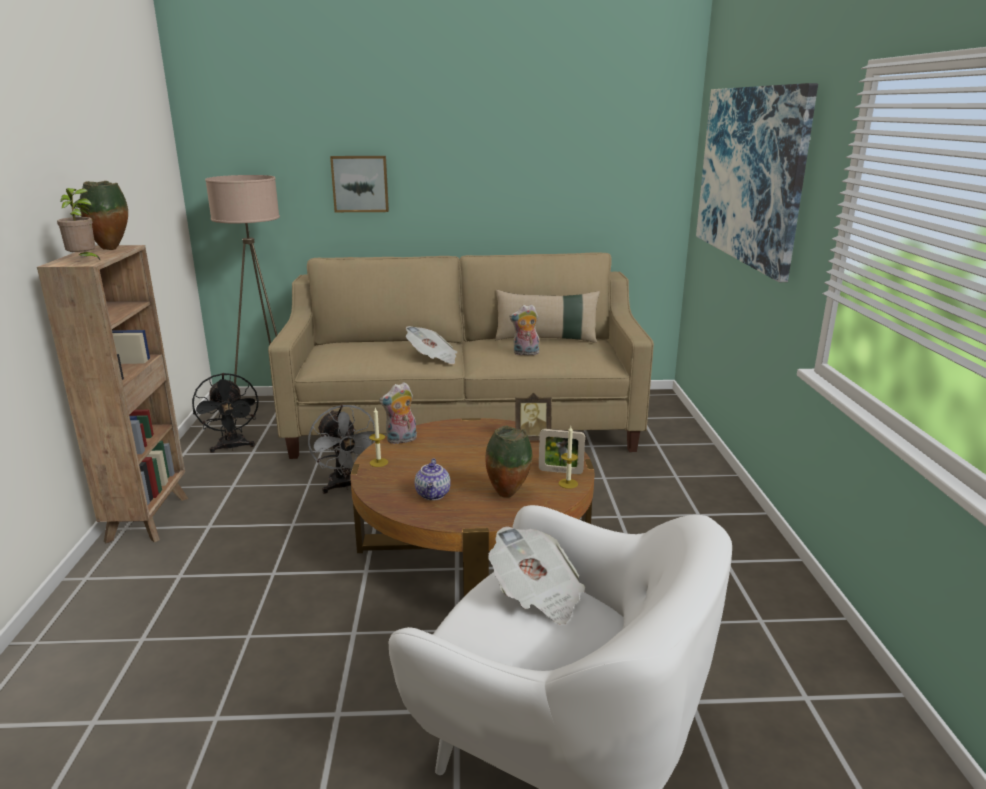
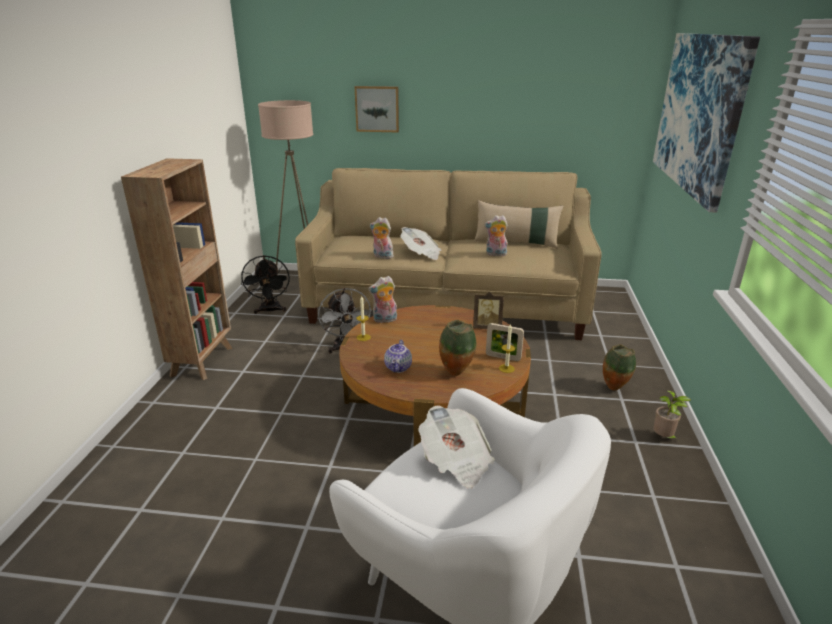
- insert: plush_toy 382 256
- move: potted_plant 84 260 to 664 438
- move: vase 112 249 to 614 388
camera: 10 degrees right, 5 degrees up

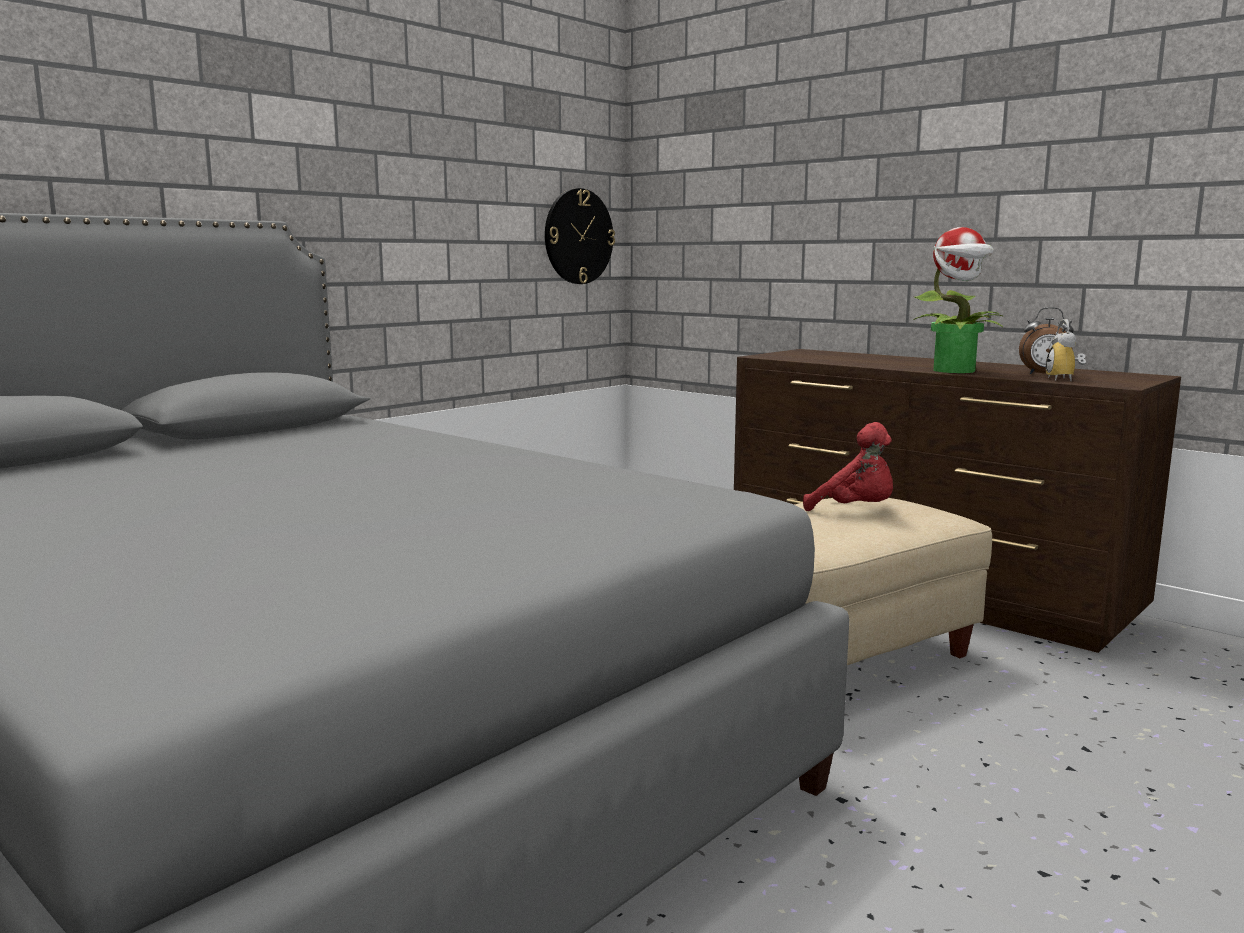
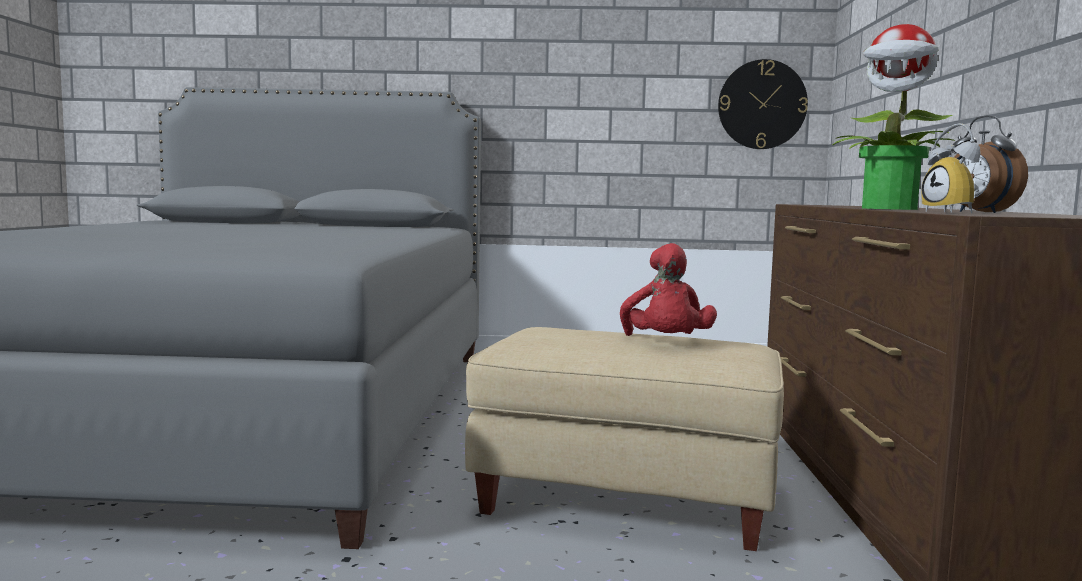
- rotate: alarm_clock 1065 379 = 954 212 75 degrees counterclockwise
camera: 50 degrees right, 5 degrees down

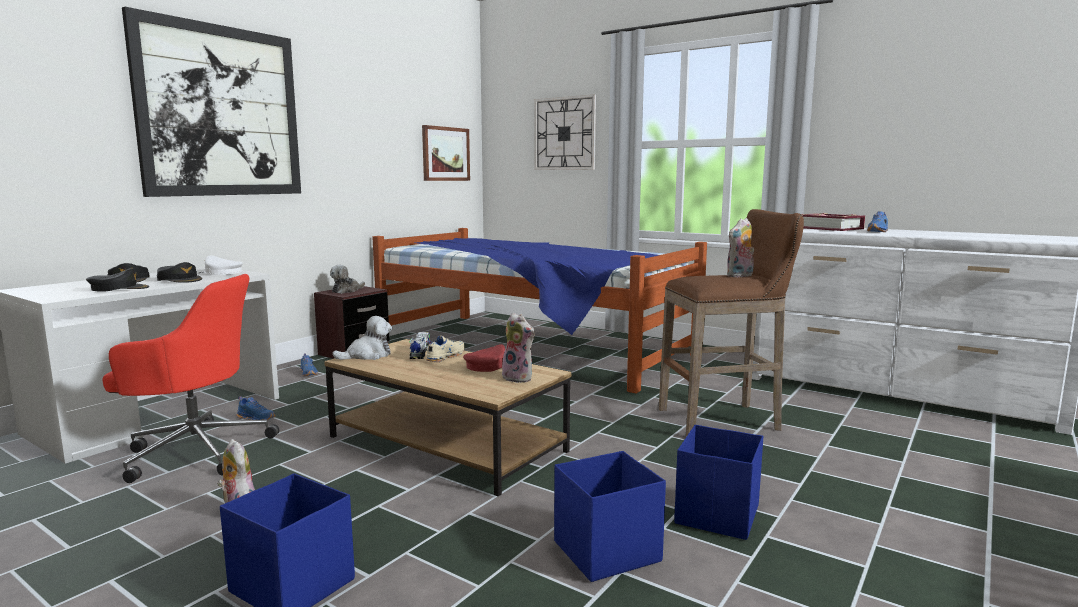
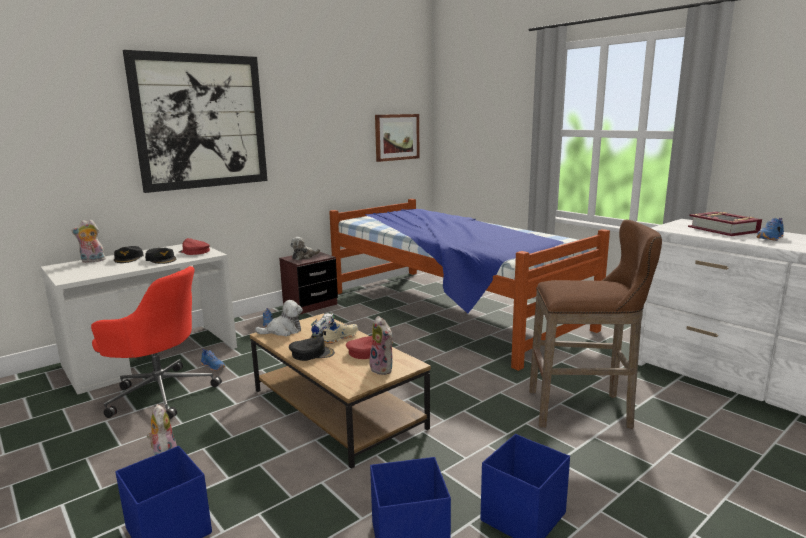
- delete: wall_clock 565 133
- move: black_cap 119 288 to 312 354
- move: plush_toy 740 276 to 92 261
- recolor: white_cap 220 273 to red_cap 194 252
camera: 15 degrees right, 5 degrees up

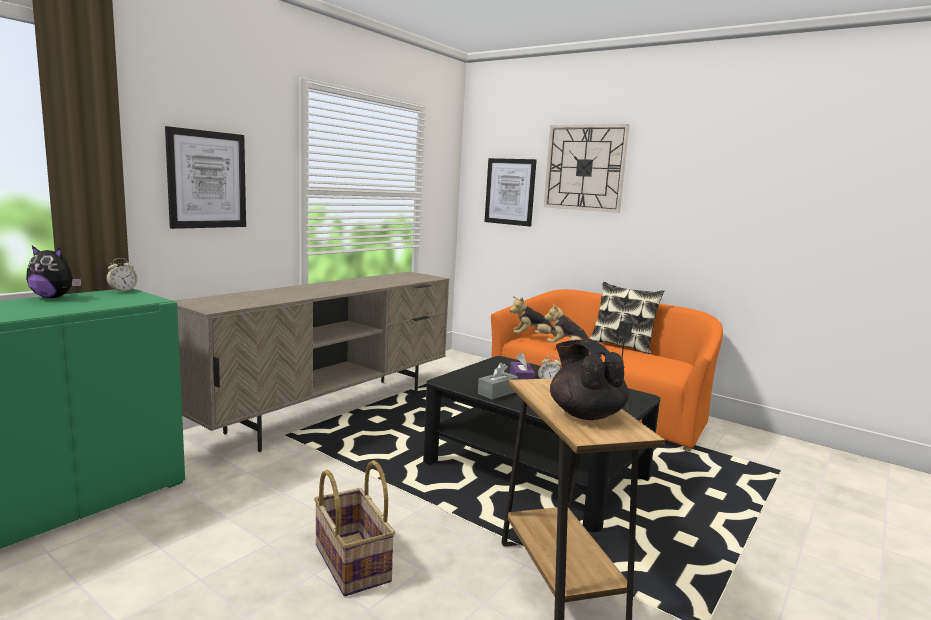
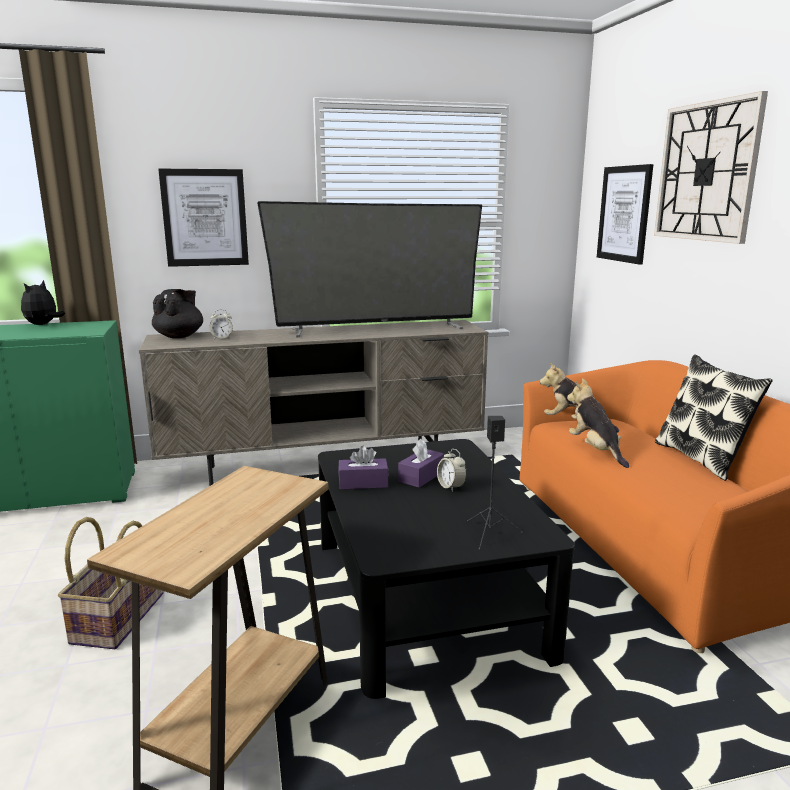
- insert: television 376 329
- move: alarm_clock 122 291 to 222 338
- move: black_teapot 585 414 to 179 336
- recolor: grey_tissue_box 497 393 to purple_tissue_box 363 483
- rotate: plush_toy 54 297 = 43 324 60 degrees clockwise
camera: 40 degrees right, 5 degrees up

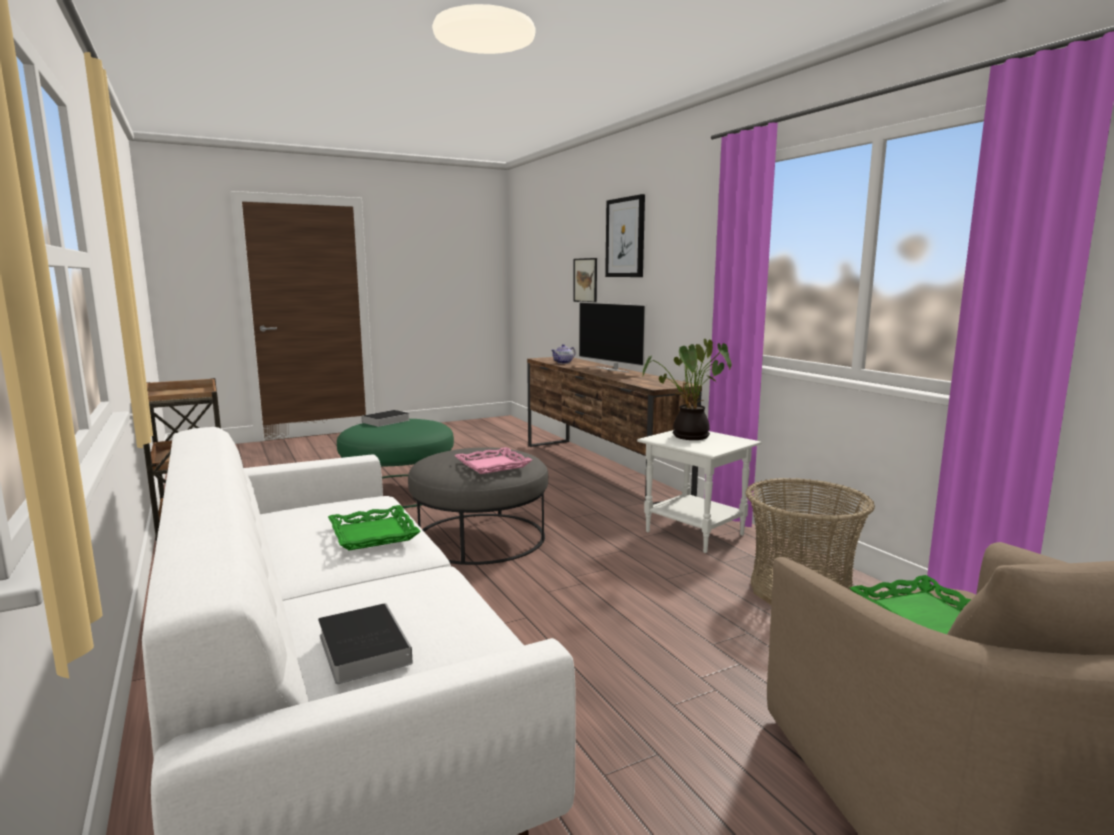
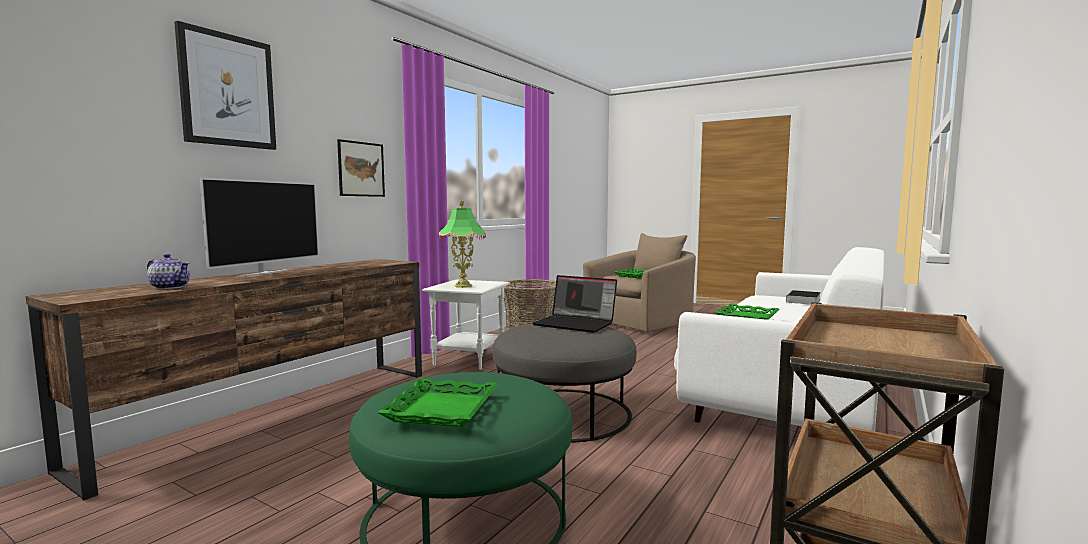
- move: picture 585 280 to 361 169
- replace: book 385 421 to green_tray 441 409
- replace: pink_tray 493 465 to laptop 576 324
- replace: potted_plant 687 437 to table_lamp 463 286
camera: 120 degrees left, 5 degrees down

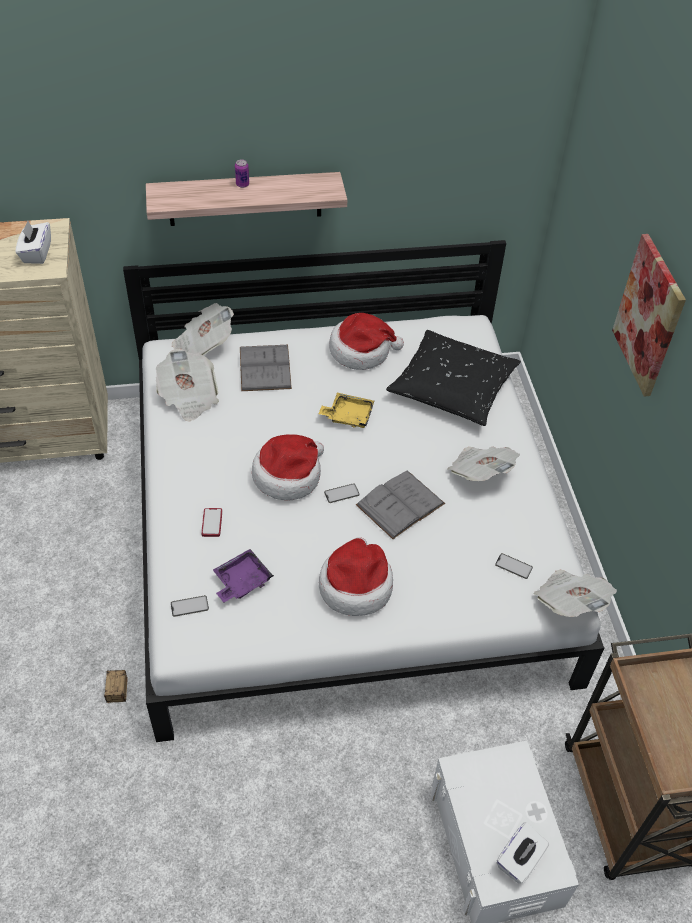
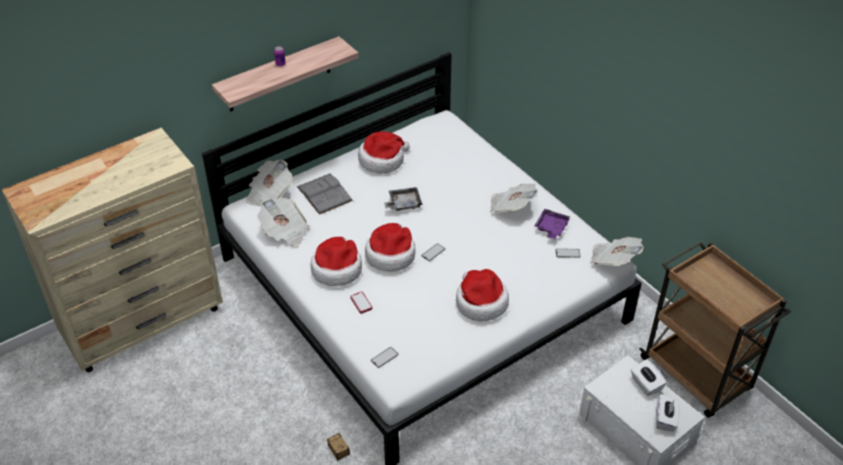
- delete: grey_book 400 504
- delete: black_pillow 452 387
- delete: picture 649 316
- insert: hat 337 269
- move: white_tissue_box 36 253 to 645 384
- move: purple_tray 241 581 to 551 228
- recolor: yellow_tray 348 416 to grey_tray 403 203
camera: 25 degrees left, 5 degrees down

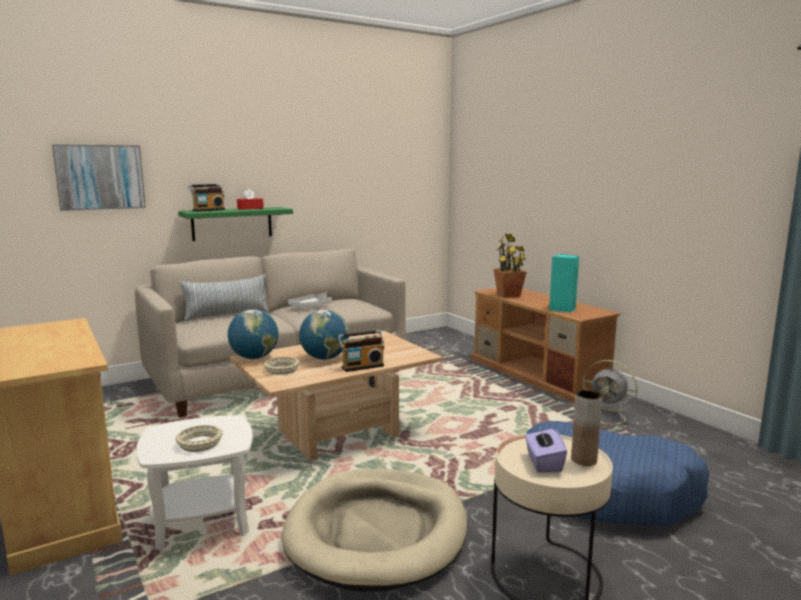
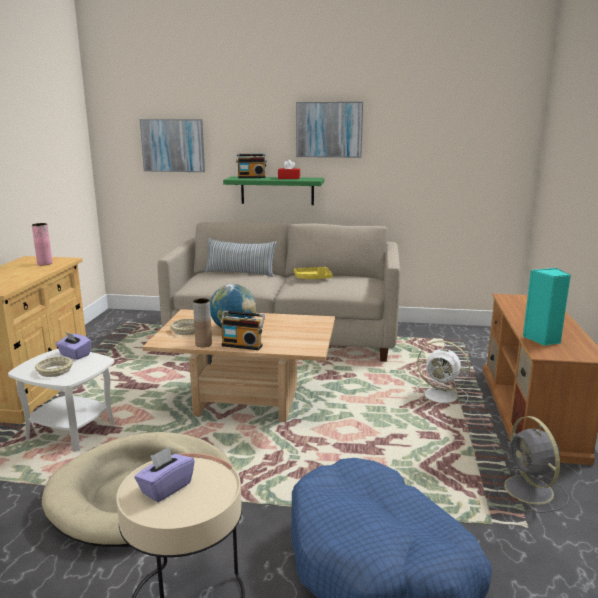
- delete: globe 254 358
- delete: potted_plant 509 295
- insert: pink_vase 45 263
- insert: purple_tissue_box 74 355
- insert: picture 329 129
- insert: white_fan 442 396
- move: brown_vase 584 460 to 203 344
- recolor: grey_tray 310 306 to yellow_tray 313 278
camera: 40 degrees right, 5 degrees up

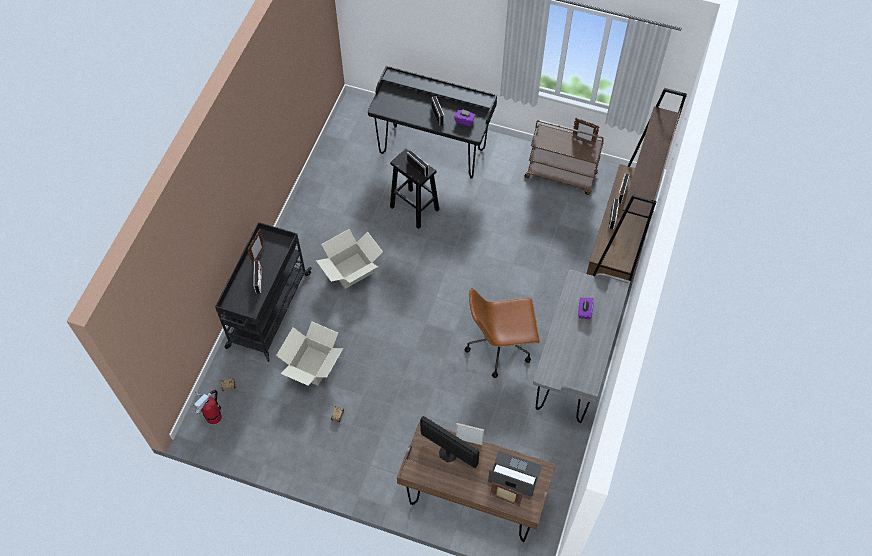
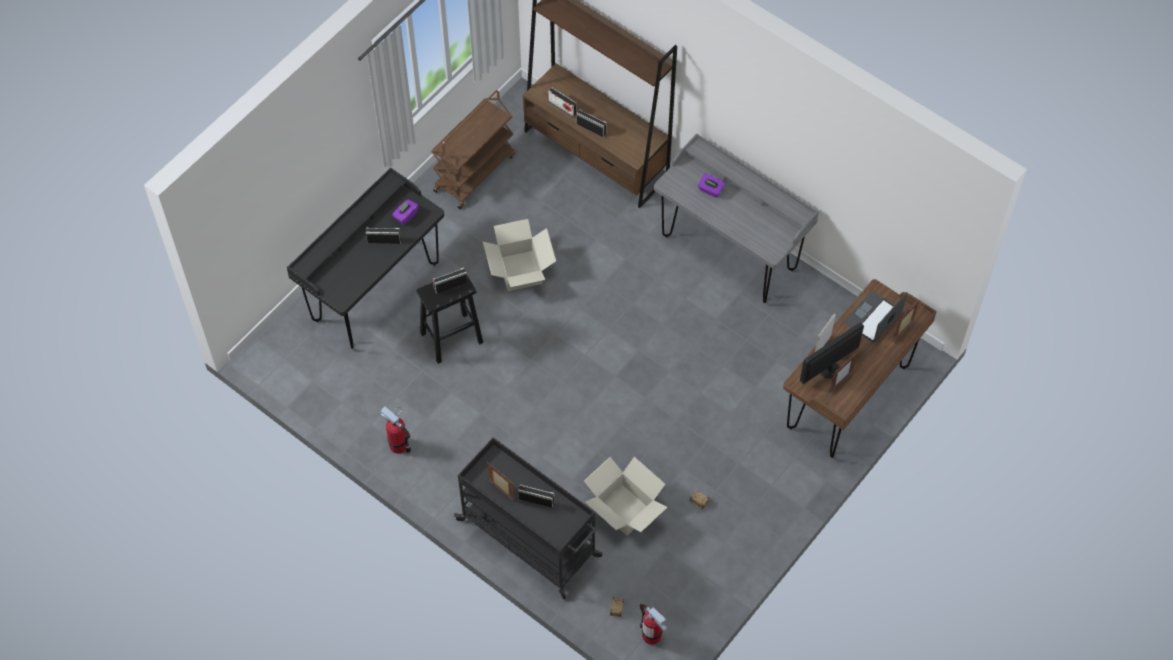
- delete: brown_office_chair 500 346
- insert: fire_extinguisher 399 445
- move: cardboard_box 351 271 to 520 270
- move: picture_frame 583 141 to 840 383
camera: 70 degrees left, 0 degrees up

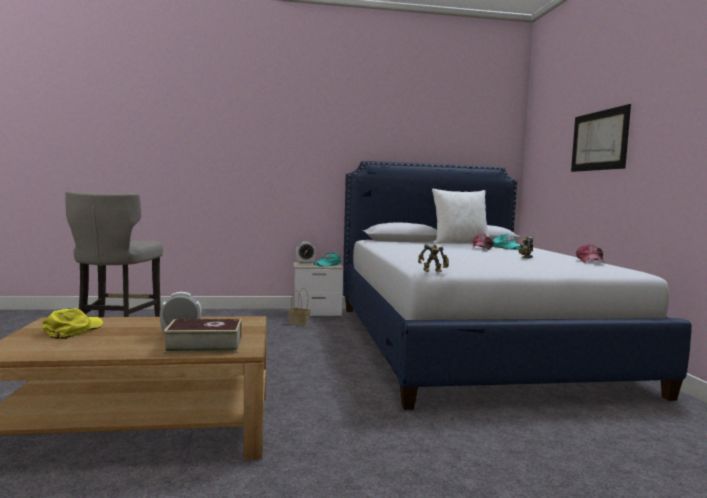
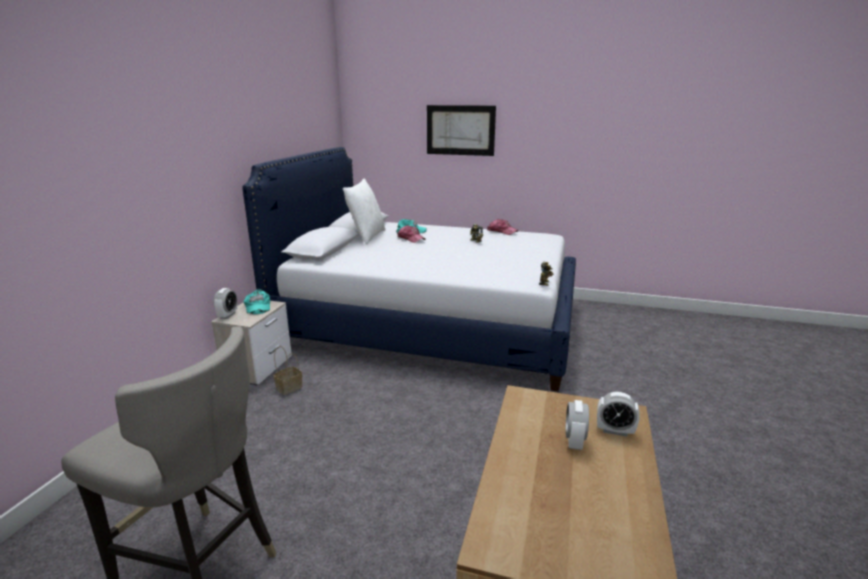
- delete: yellow_cap 73 330
- replace: book 204 345 to alarm_clock 615 431
camera: 65 degrees left, 15 degrees up

